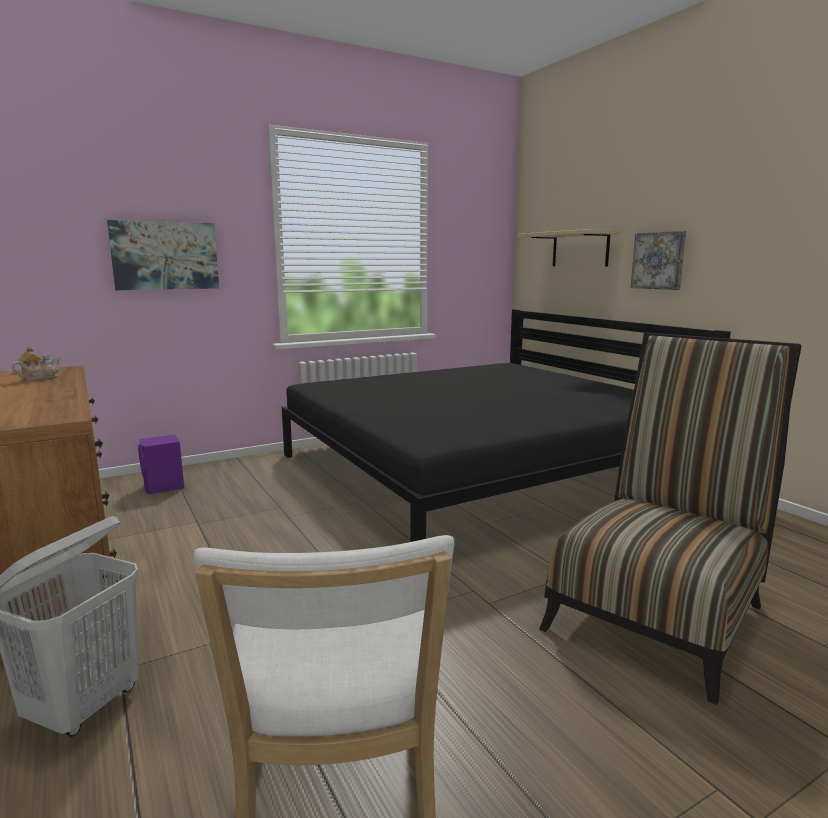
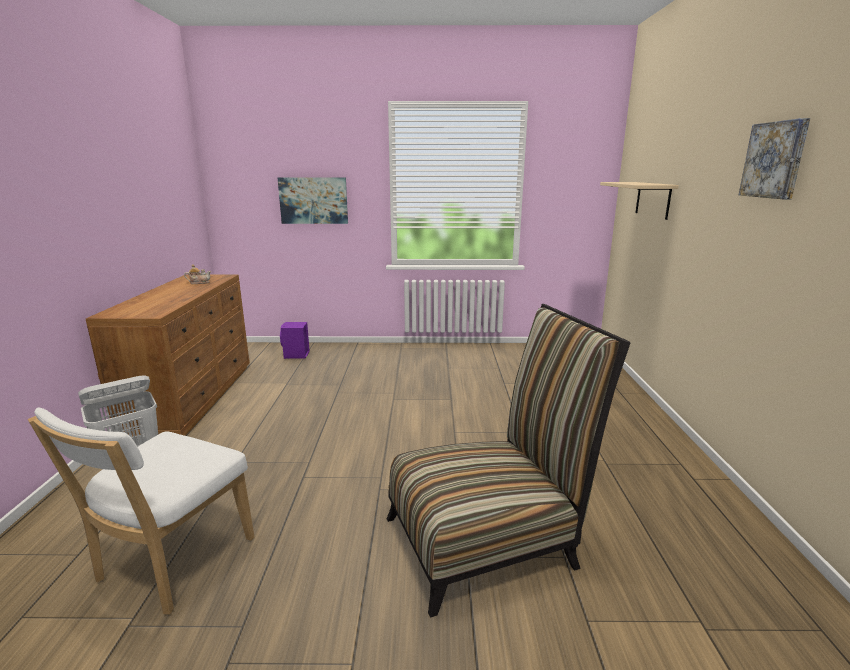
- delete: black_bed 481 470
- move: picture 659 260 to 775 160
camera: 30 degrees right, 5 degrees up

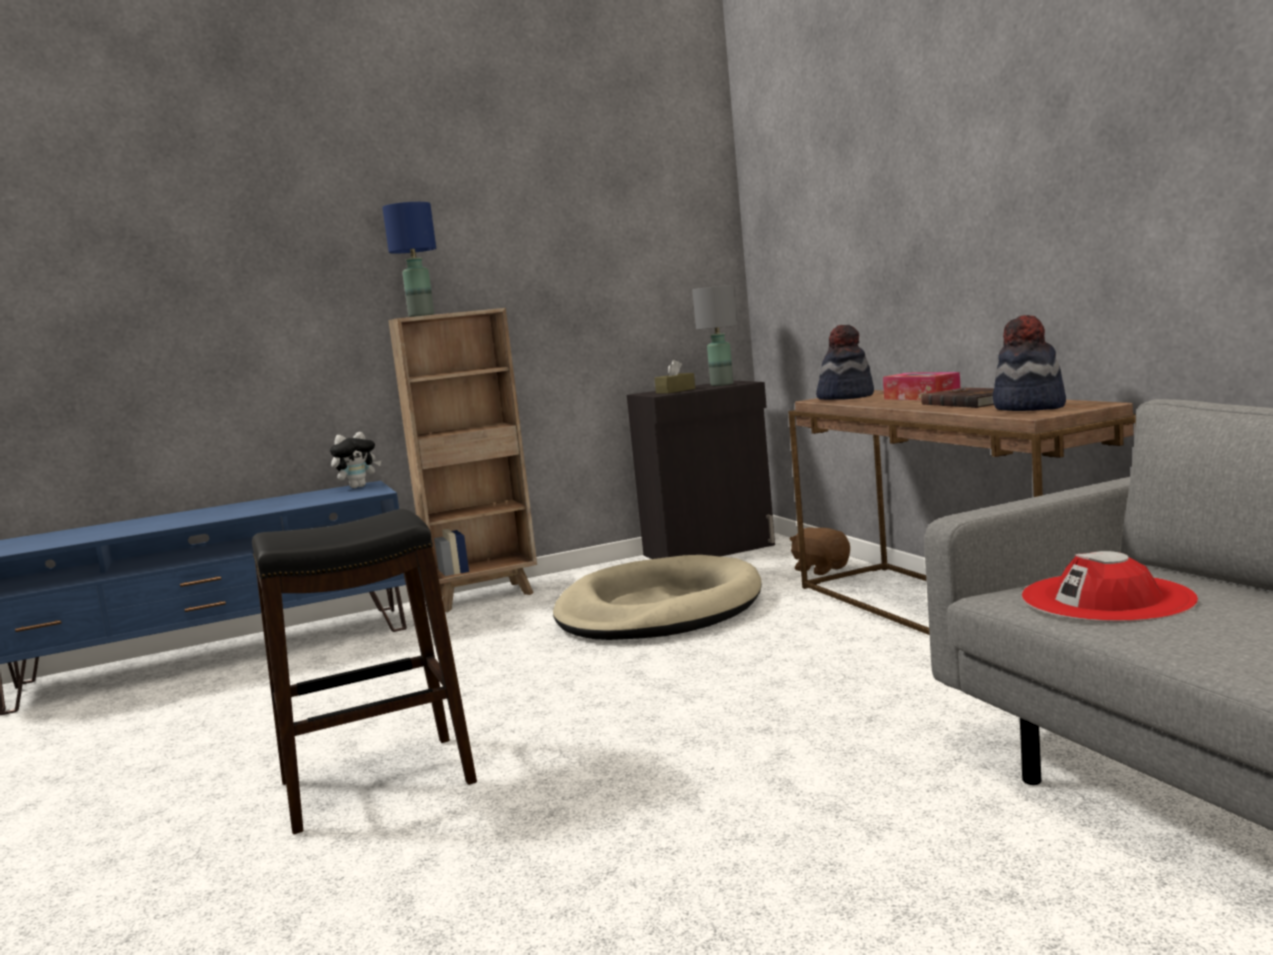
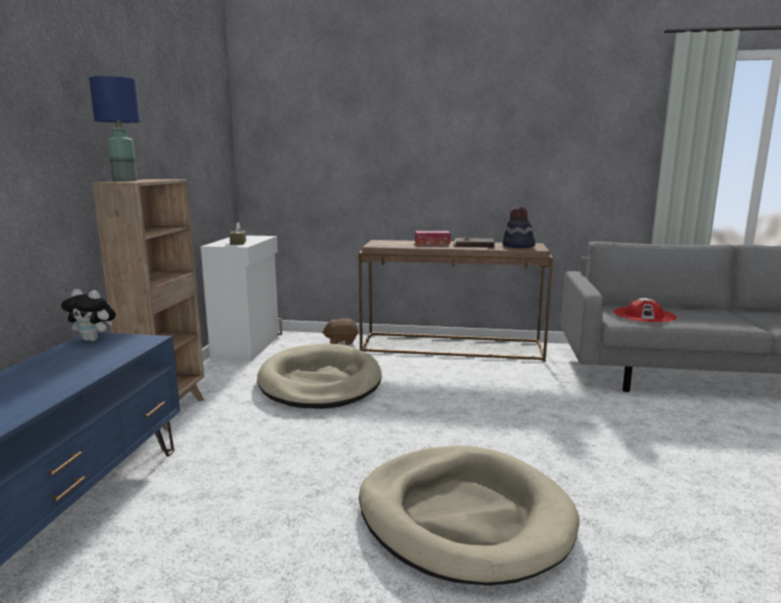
- delete: grey_table_lamp 722 384
- delete: hat 845 397
- replace: black_stool 378 782 to beige_dog_bed 463 517
- recolor: black_cabinet 710 550 to white_cabinet 248 346
- rotate: plush_toy 358 487 = 93 339 105 degrees clockwise
camera: 60 degrees left, 5 degrees up

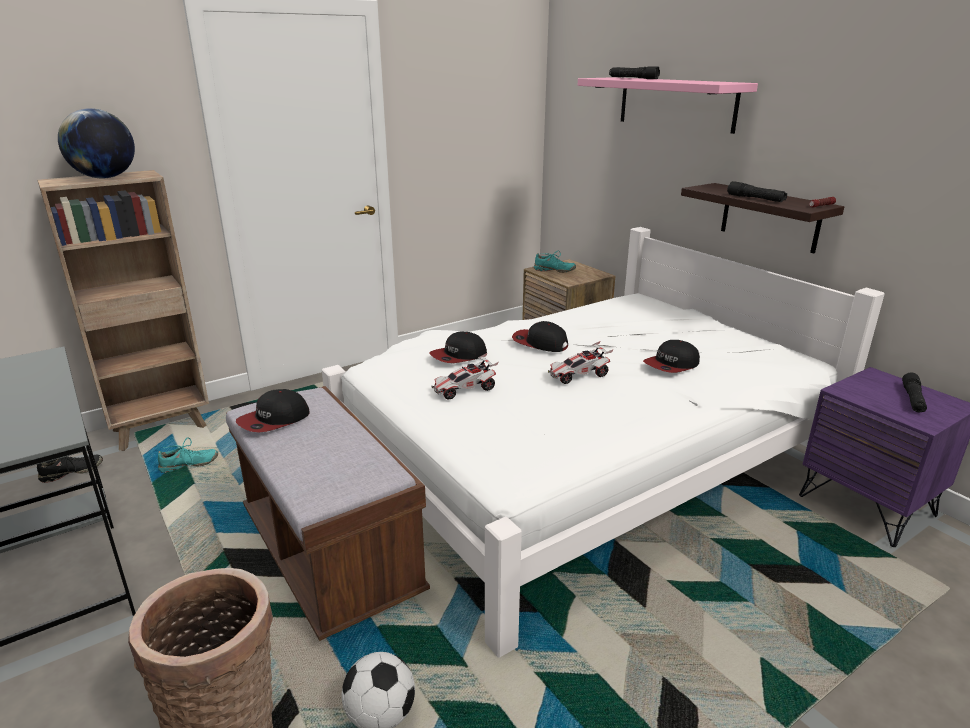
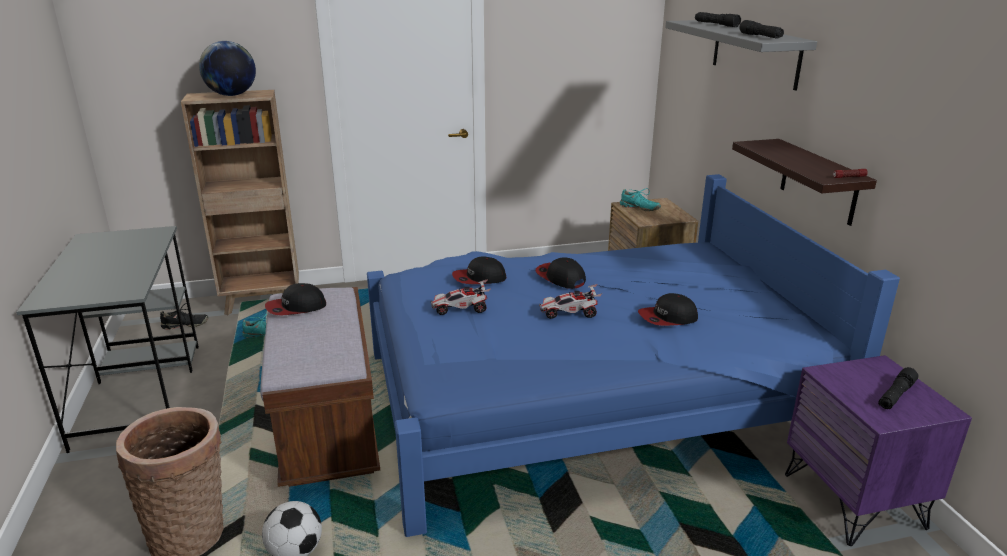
- move: black_flashlight 755 199 to 760 36
- recolor: white_bed 579 462 to blue_bed 584 397
- recolor: pink_shelf 676 103 to grey_shelf 755 53
camera: 20 degrees right, 0 degrees up

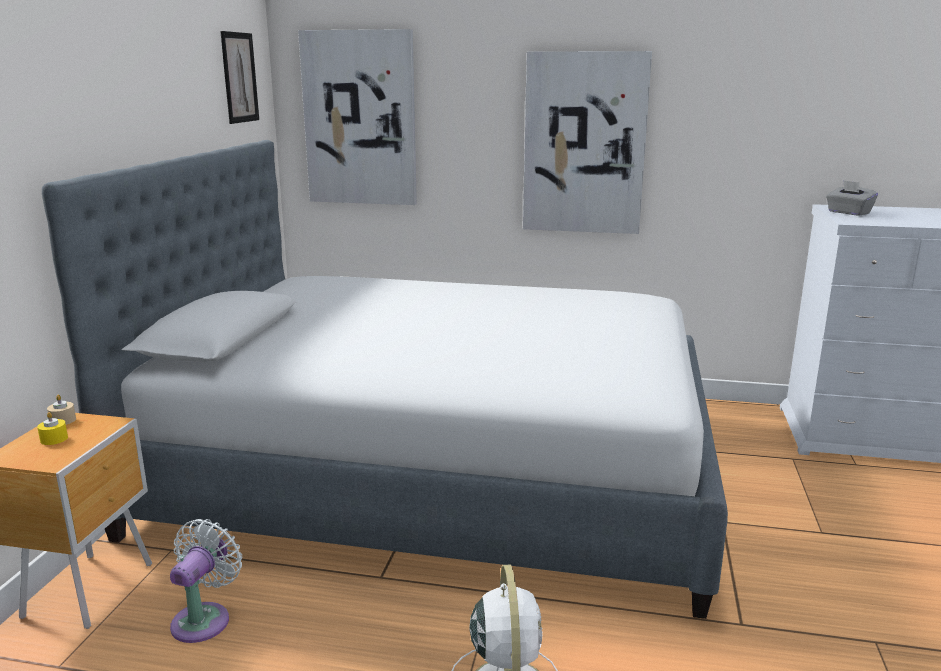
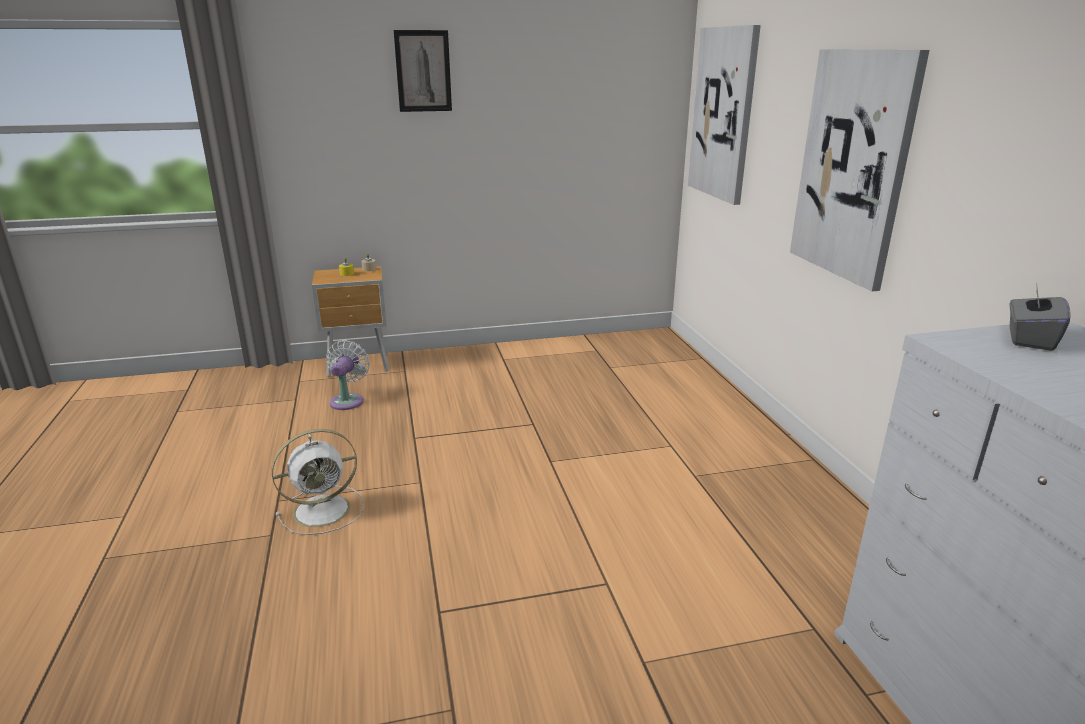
- delete: bed 437 470
- move: picture 239 77 to 423 71
- rotate: white_fan 204 618 = 348 400 75 degrees counterclockwise
camera: 65 degrees right, 5 degrees up

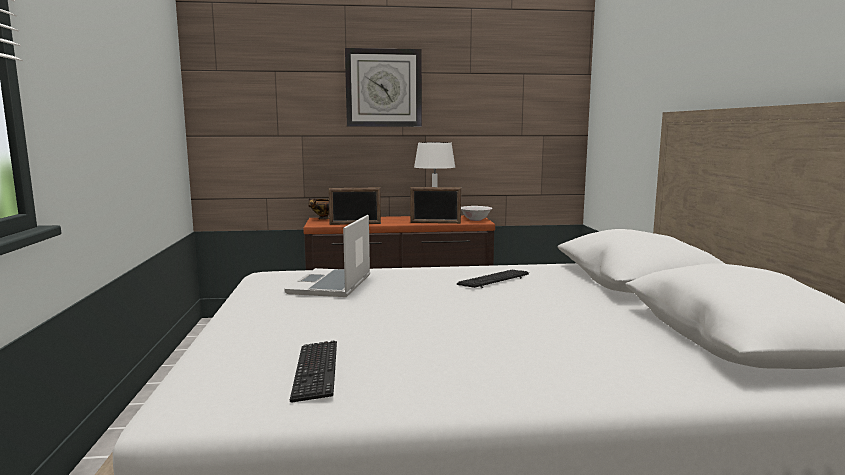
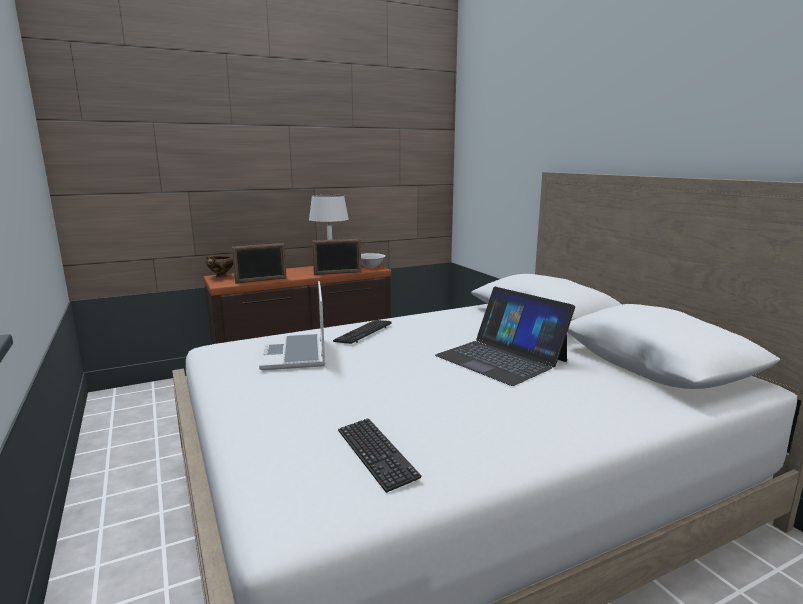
- delete: wall_clock 383 88
- insert: laptop 501 358
- move: keyboard 493 280 to 363 333
camera: 20 degrees left, 5 degrees up

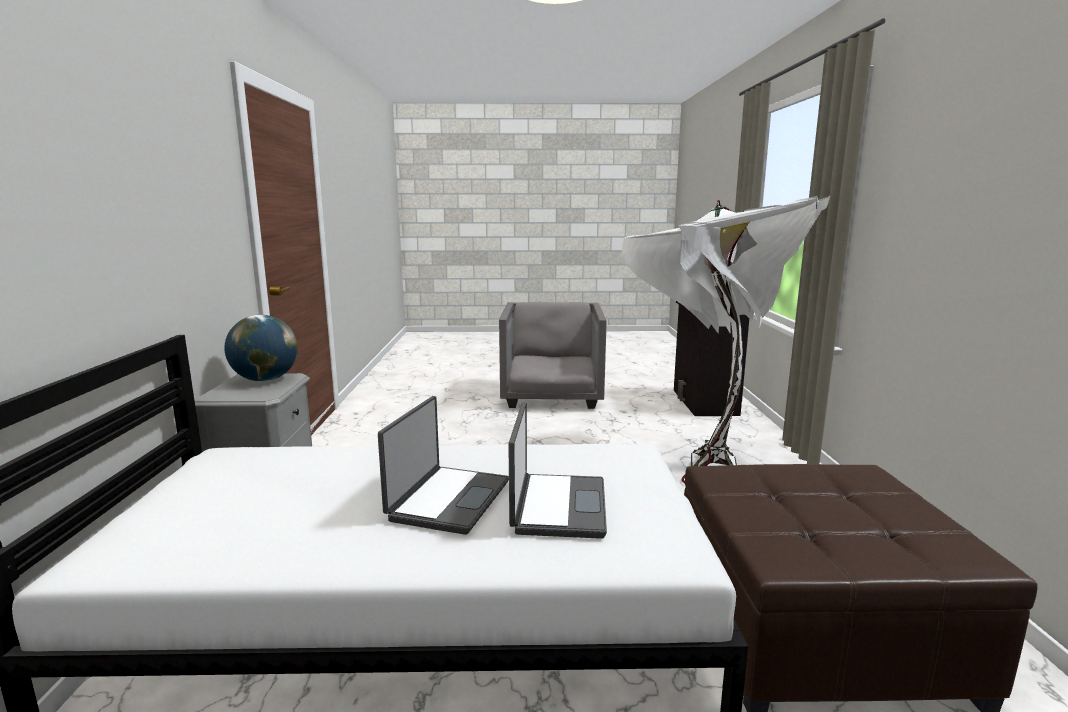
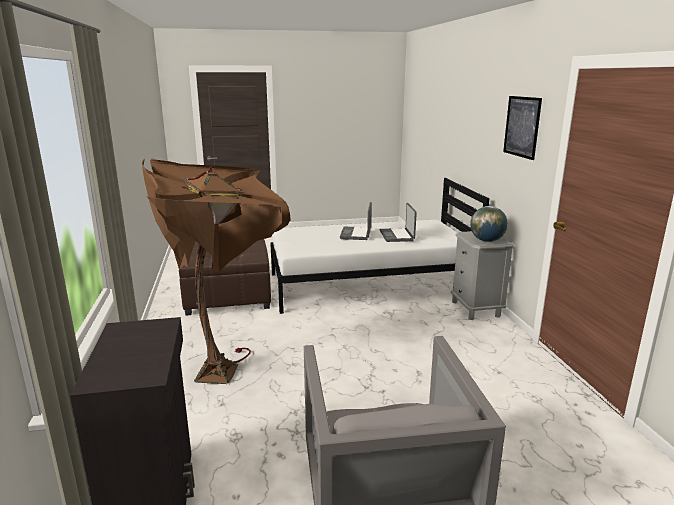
- insert: picture 522 126
- move: laptop 557 506 to 397 236
- recolor: white_floor_lamp 698 462 to brown_floor_lamp 228 374
camera: 170 degrees right, 5 degrees up

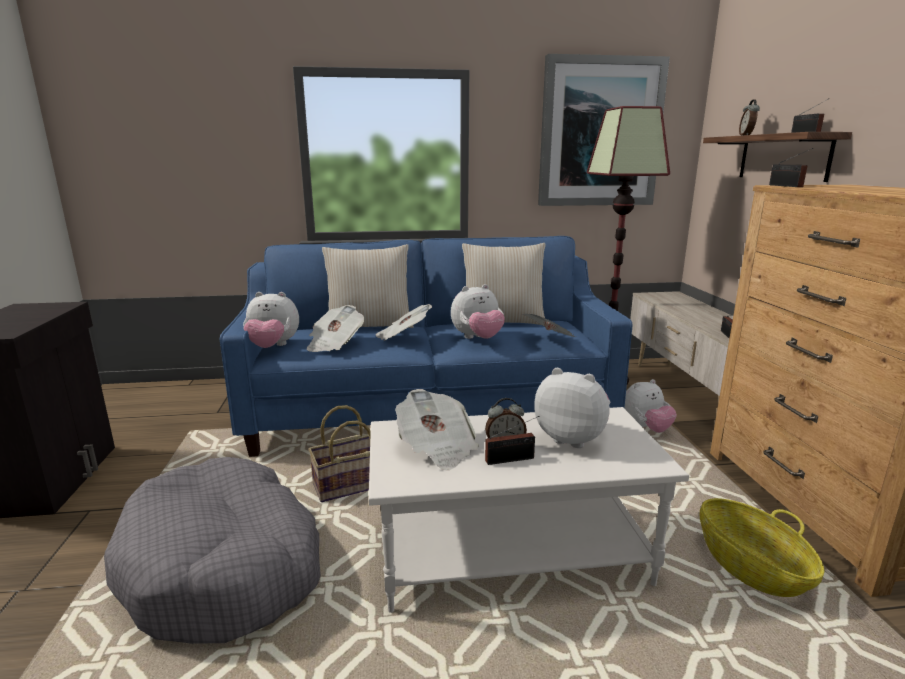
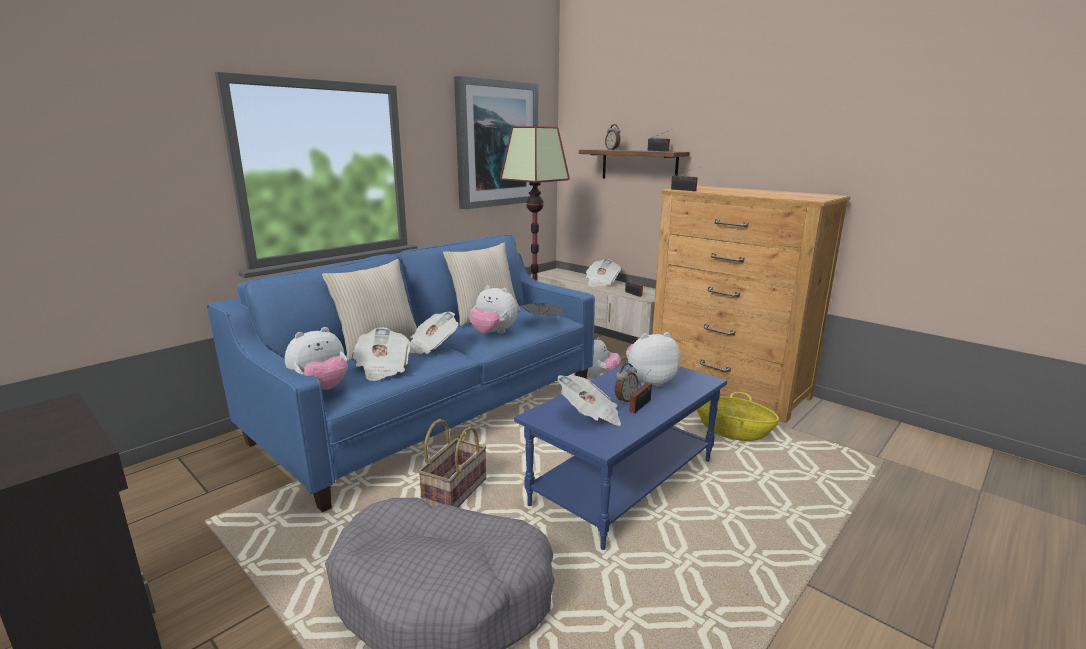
- insert: newspaper 601 283
- recolor: white_coffee_table 512 553 to blue_coffee_table 623 481
- rotate: plush_toy 477 338 = 493 333 90 degrees clockwise
camera: 40 degrees left, 0 degrees up

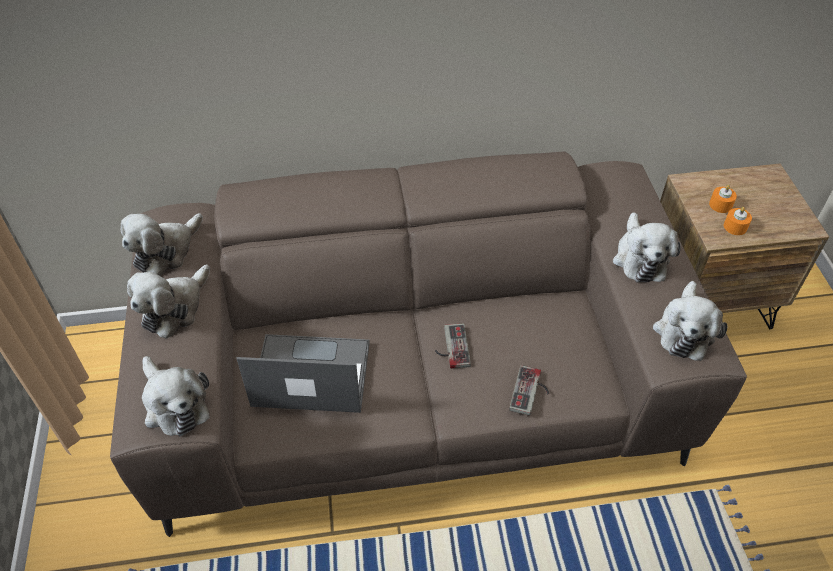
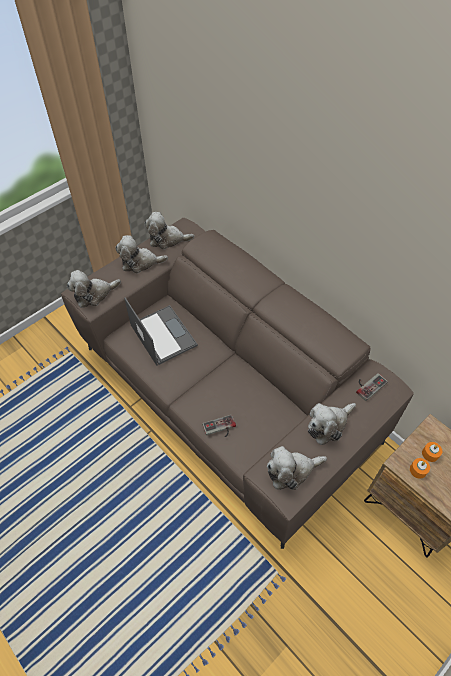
- move: game_controller 450 347 to 368 385
- rotate: plush_toy 174 404 = 94 294 45 degrees clockwise
camera: 55 degrees right, 5 degrees up

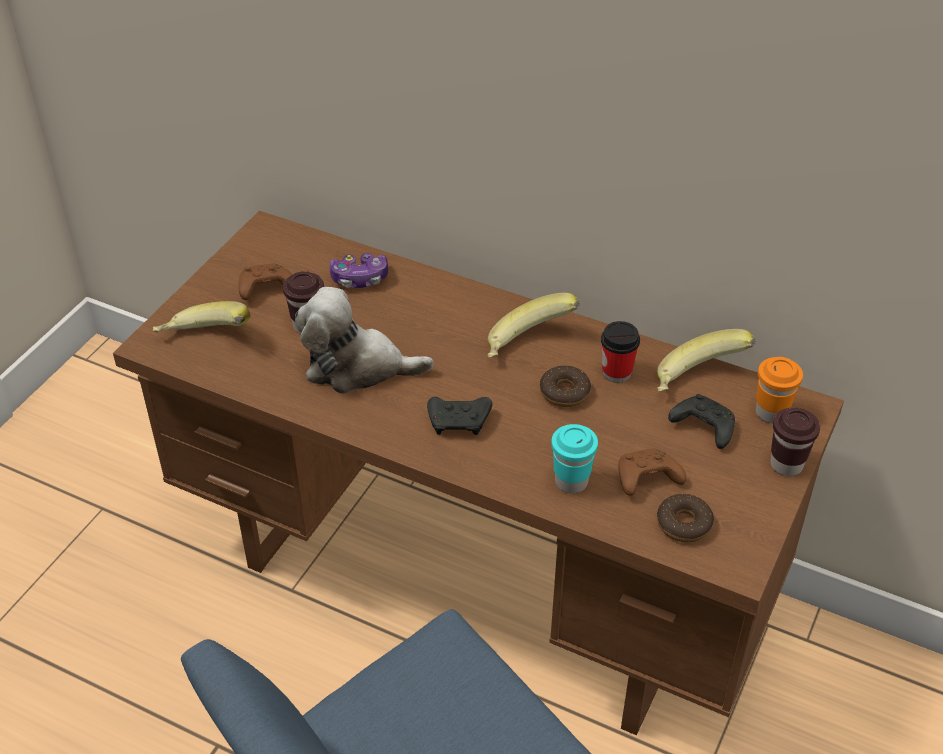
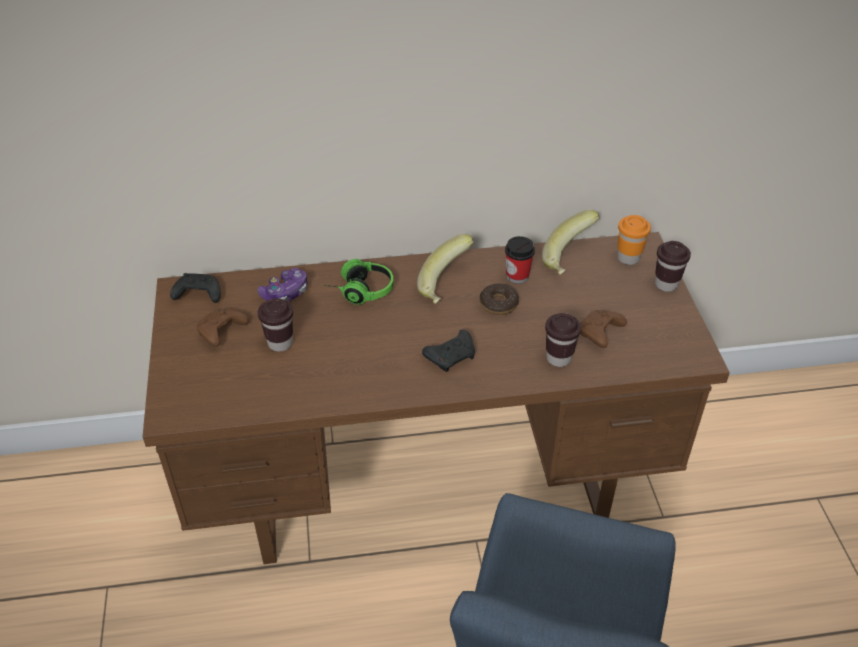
- delete: banana 205 341
- delete: plush_toy 357 367
- delete: donut 684 524
- insert: headphones 359 290
- move: black_game_controller 702 427 to 197 295
- recolor: turquoise_cup 571 482 to brown_cup 558 358
camera: 35 degrees left, 0 degrees up

